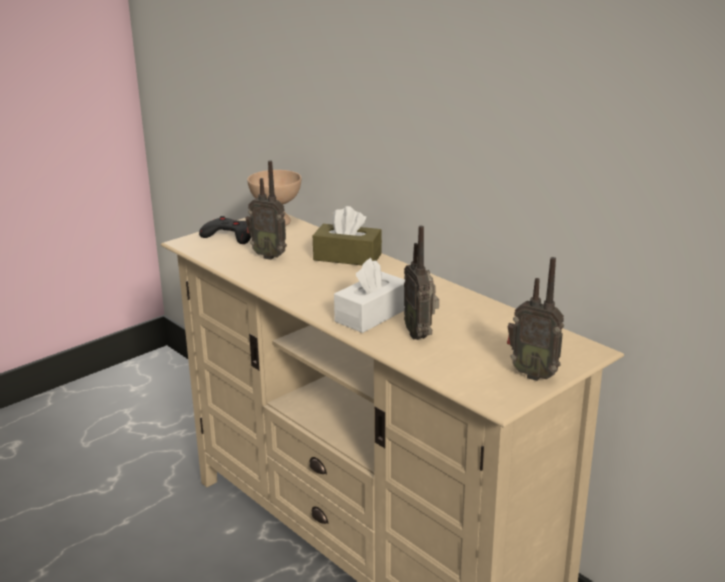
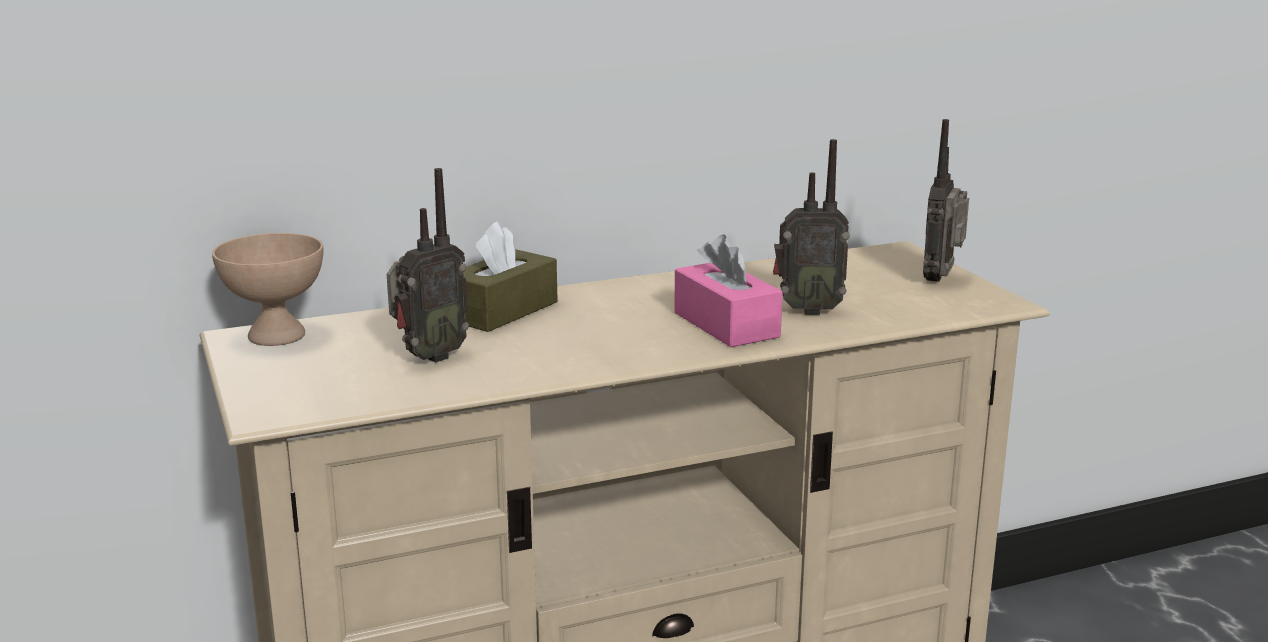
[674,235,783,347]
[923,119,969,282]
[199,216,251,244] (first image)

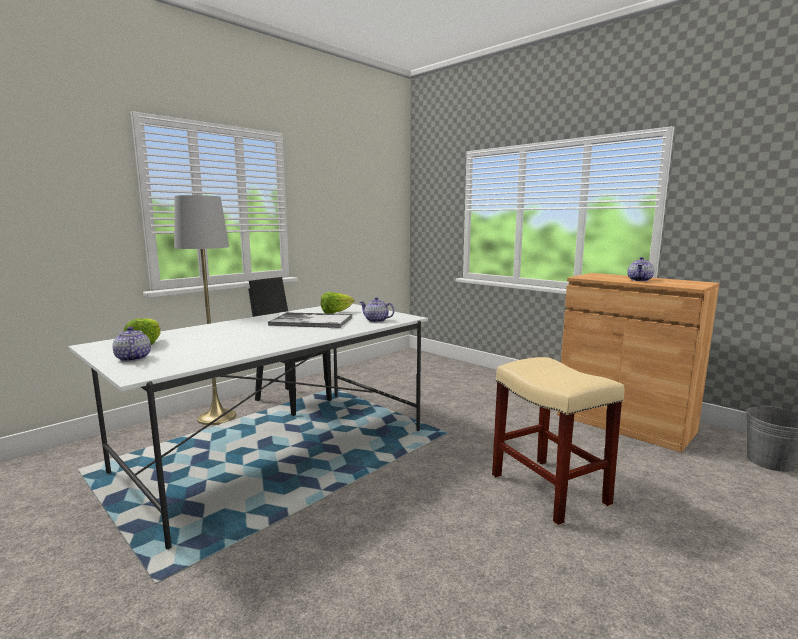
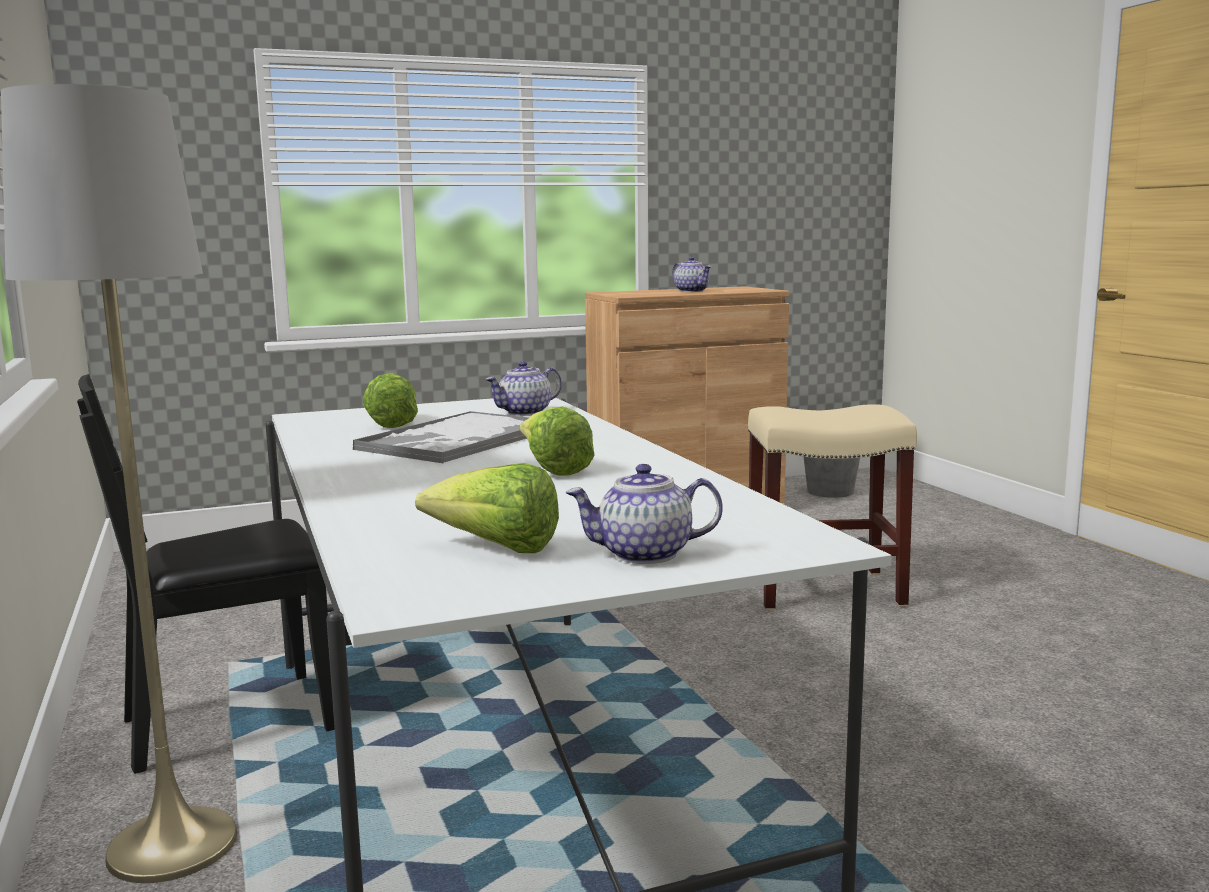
[520,406,595,476]

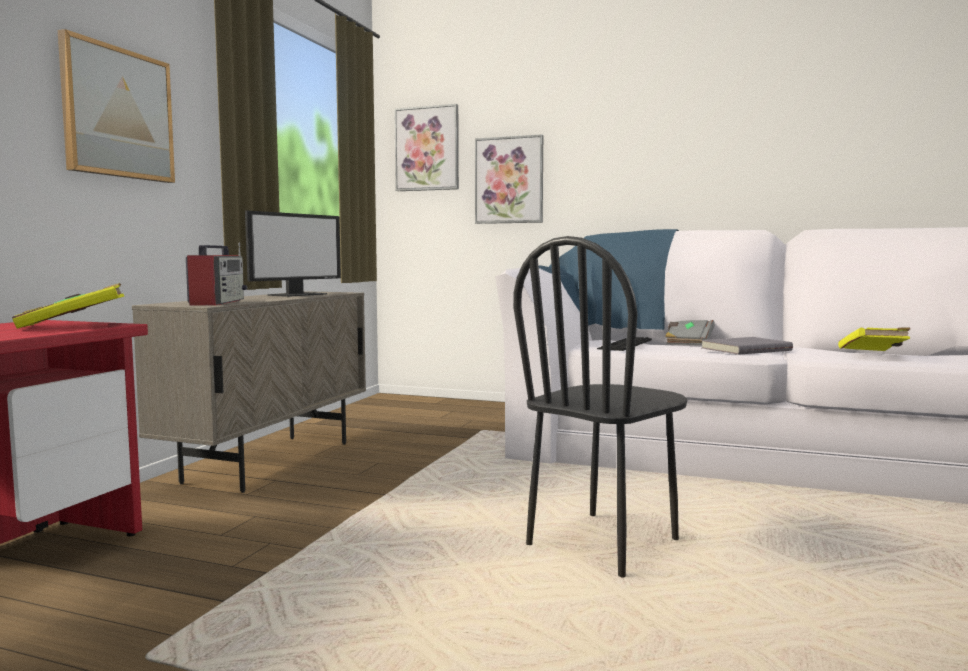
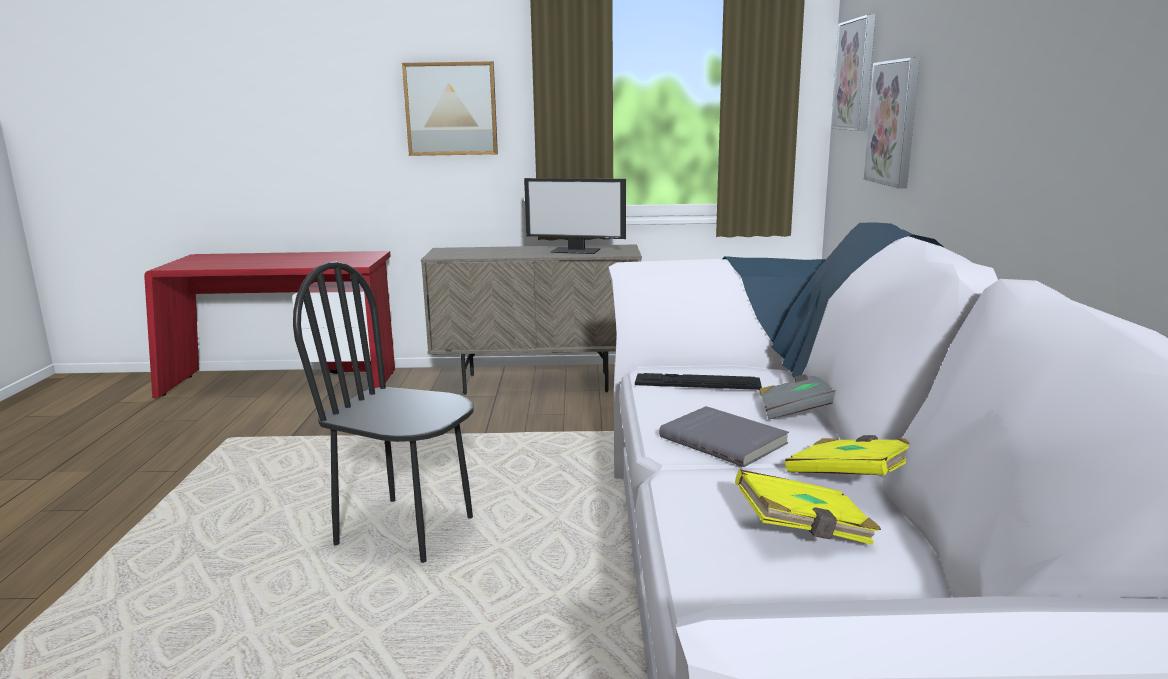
[785,435,909,475]
[186,243,247,306] (first image)

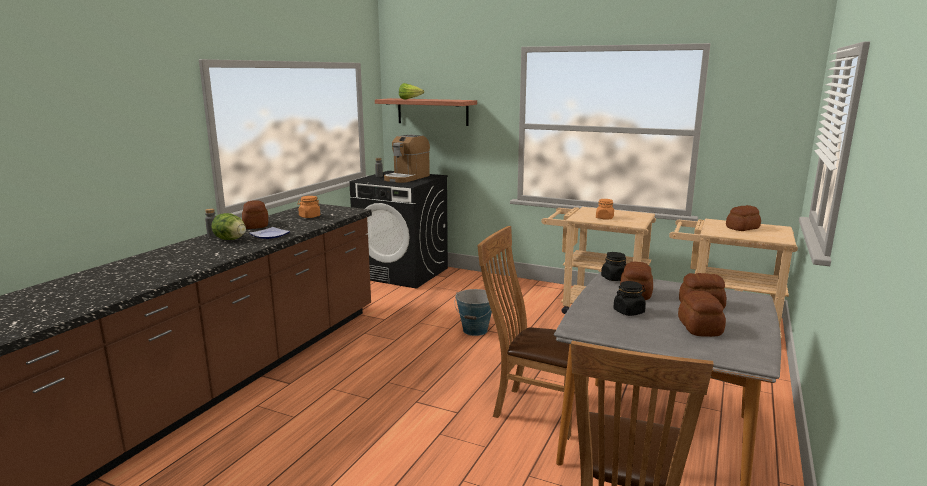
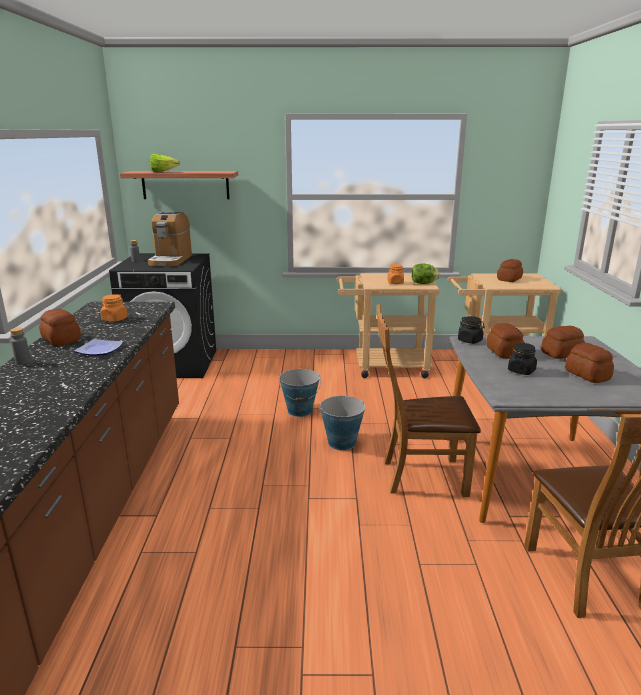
[319,396,365,450]
[412,263,440,284]

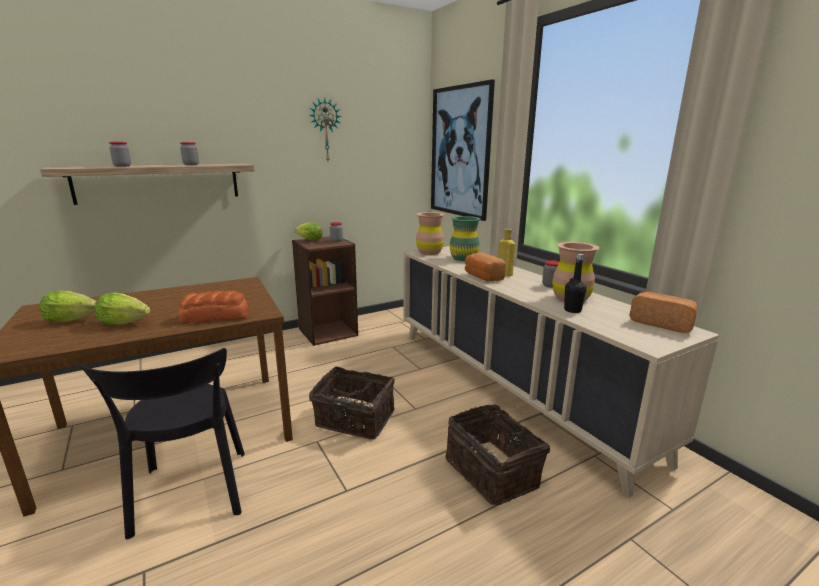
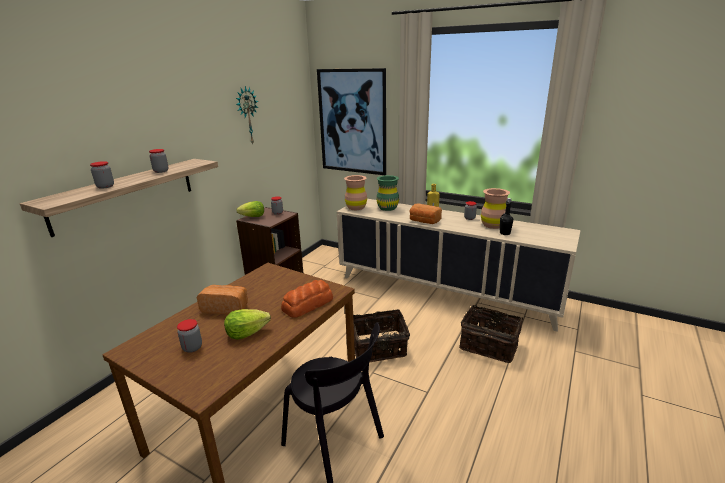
[177,319,202,353]
[196,285,248,315]

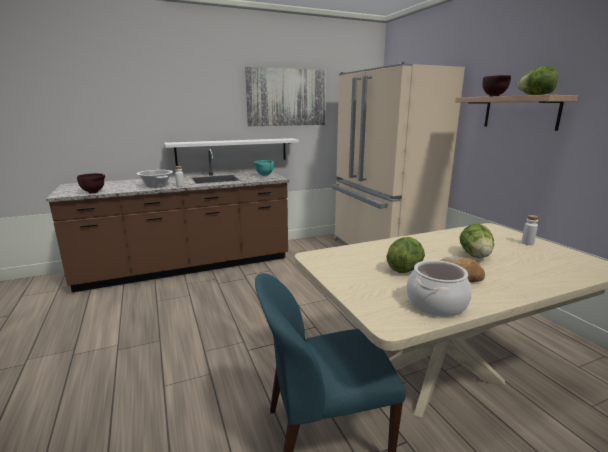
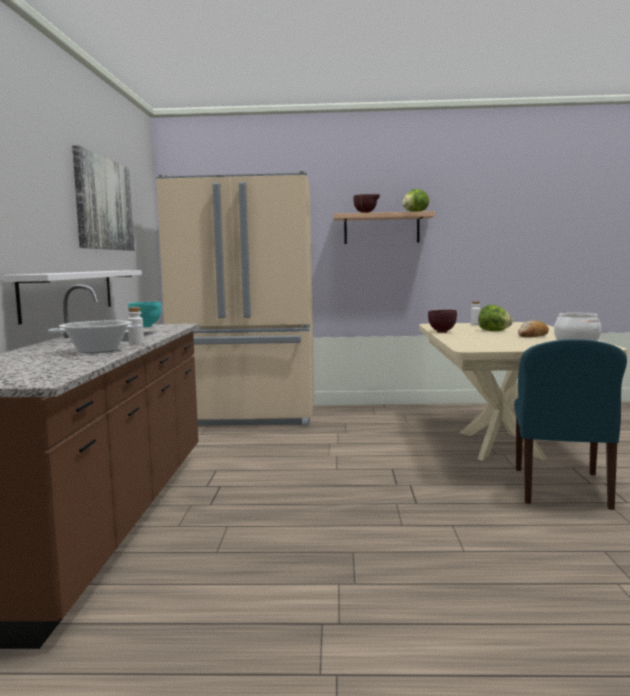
[428,310,457,333]
[386,237,425,273] (first image)

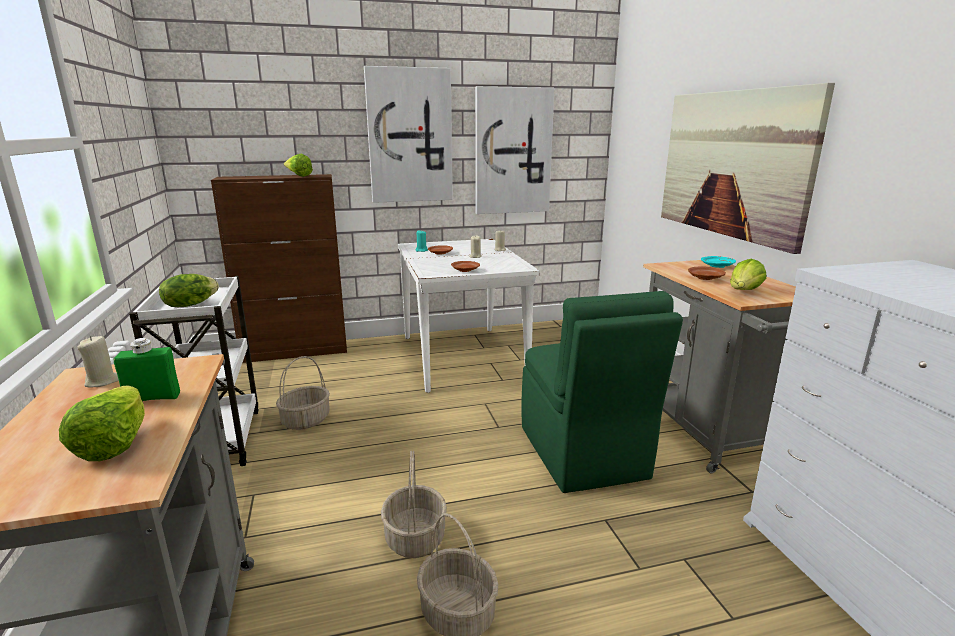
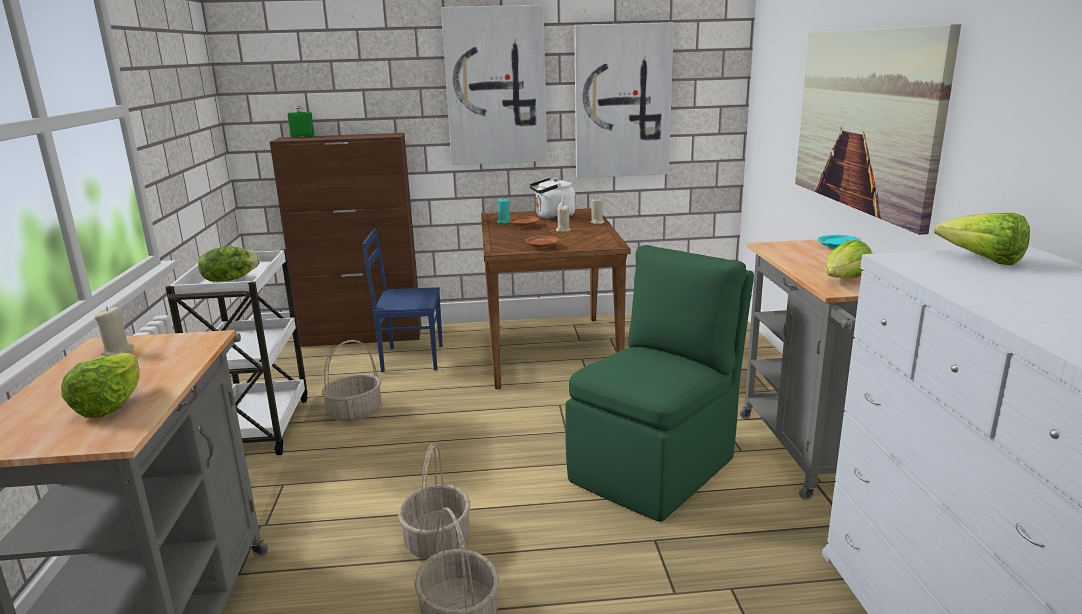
[287,106,314,137]
[362,228,443,372]
[481,208,631,389]
[529,178,576,219]
[565,245,754,522]
[934,213,1030,265]
[688,267,726,280] (first image)

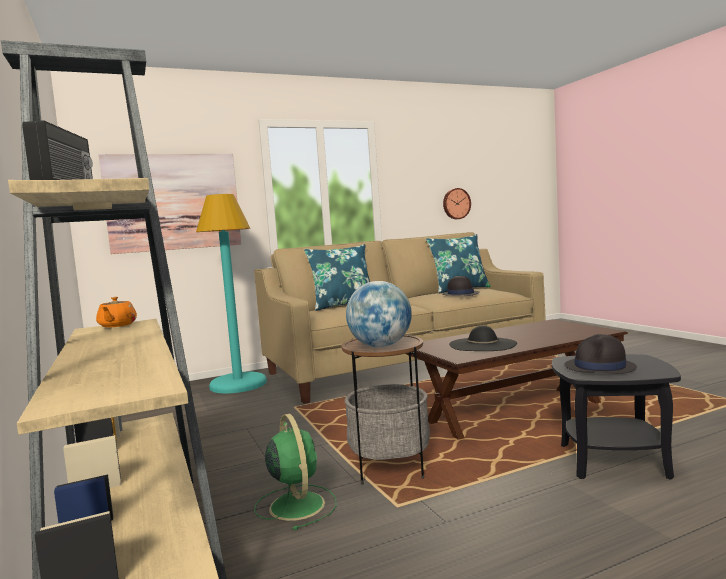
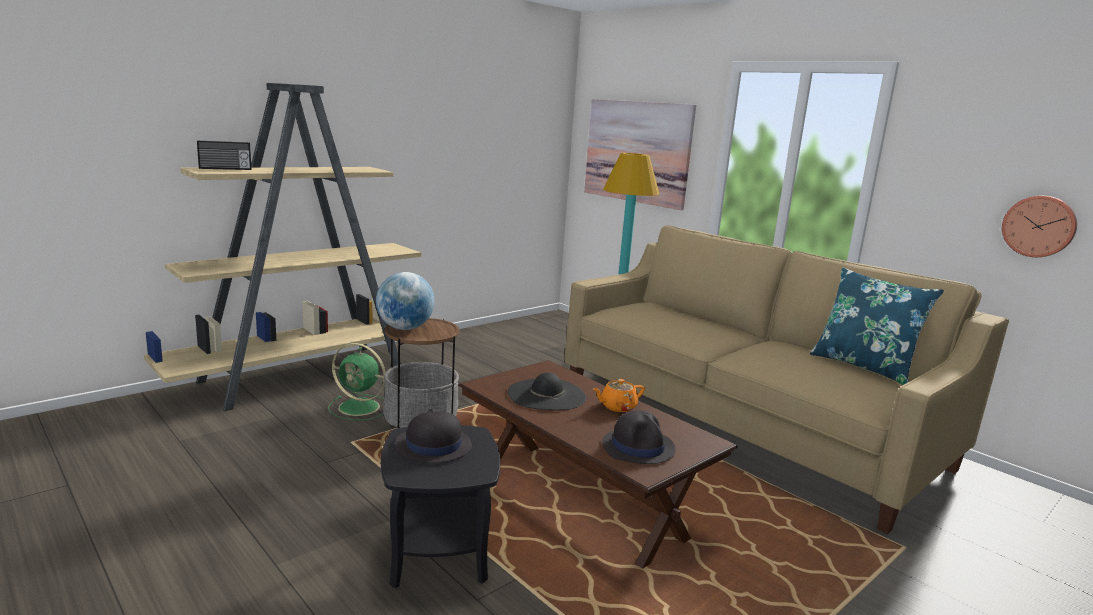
[328,343,386,421]
[593,379,645,412]
[602,410,676,464]
[304,244,370,311] (first image)

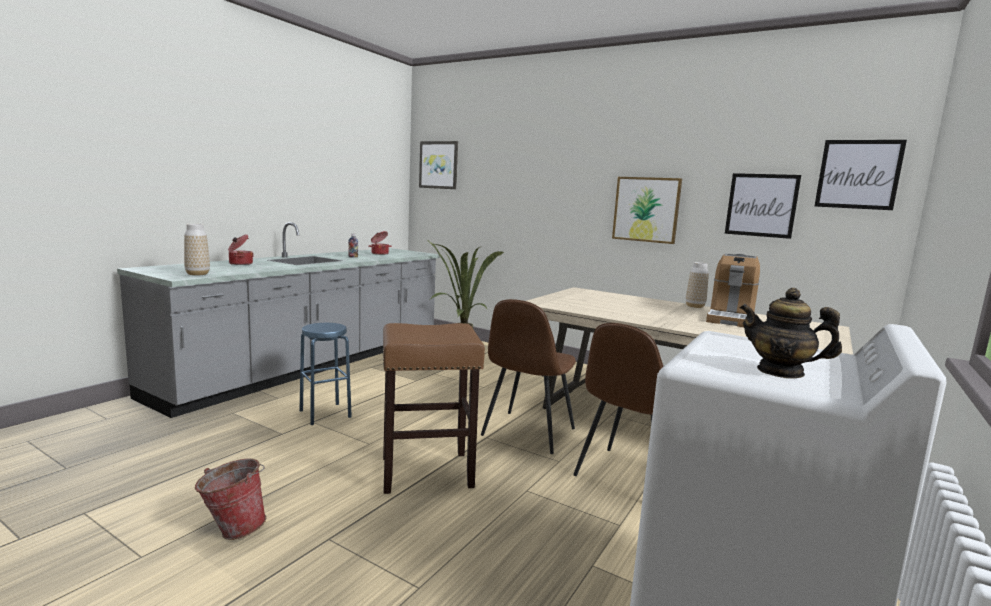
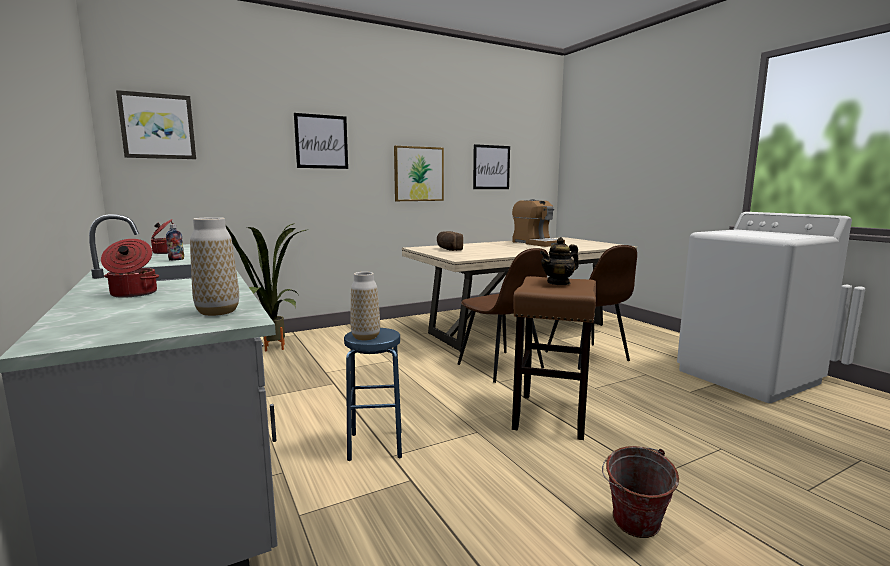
[294,113,348,169]
[350,272,380,341]
[437,231,463,251]
[540,237,579,285]

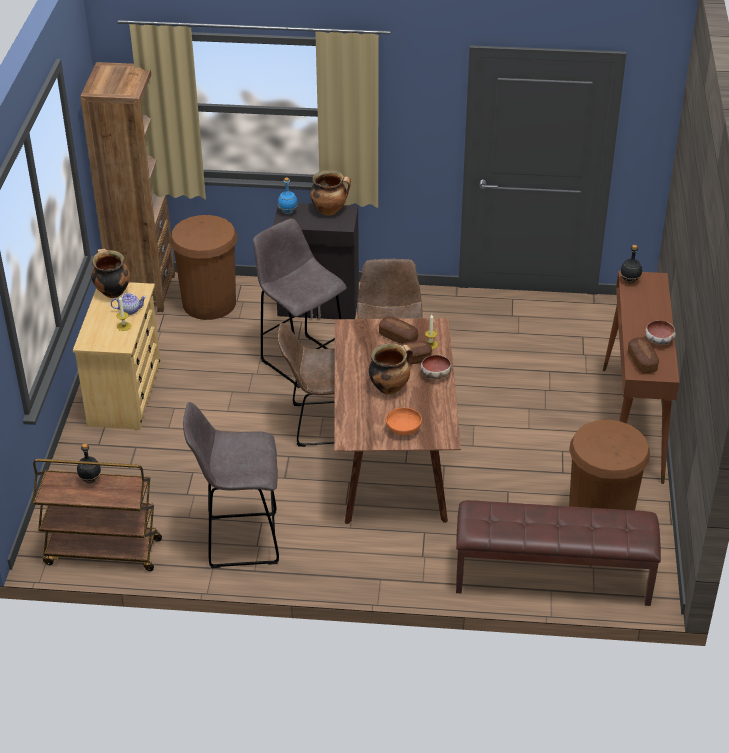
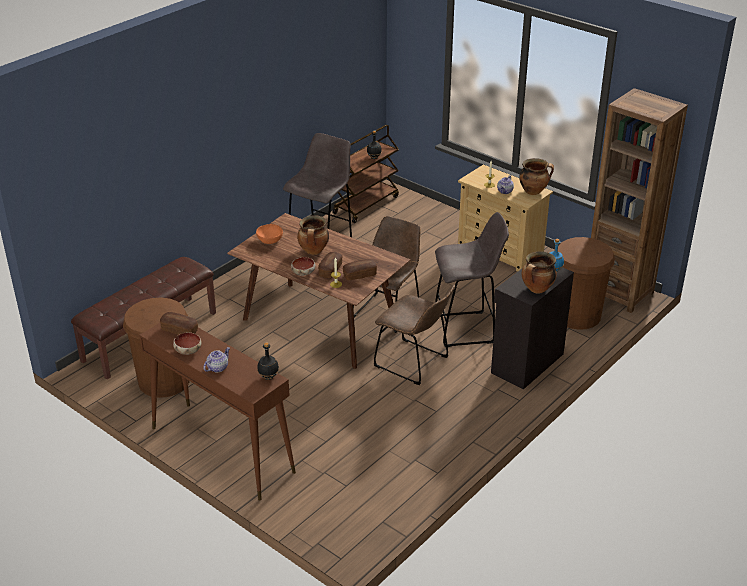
[203,347,230,372]

